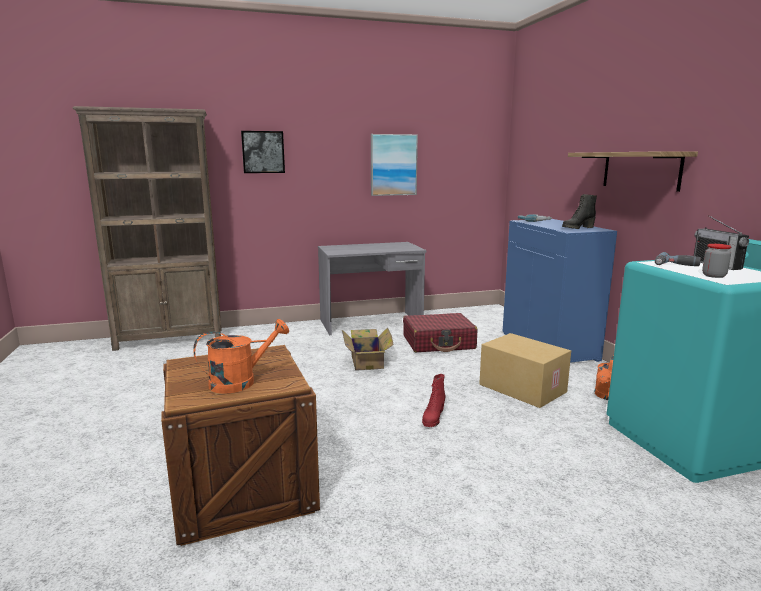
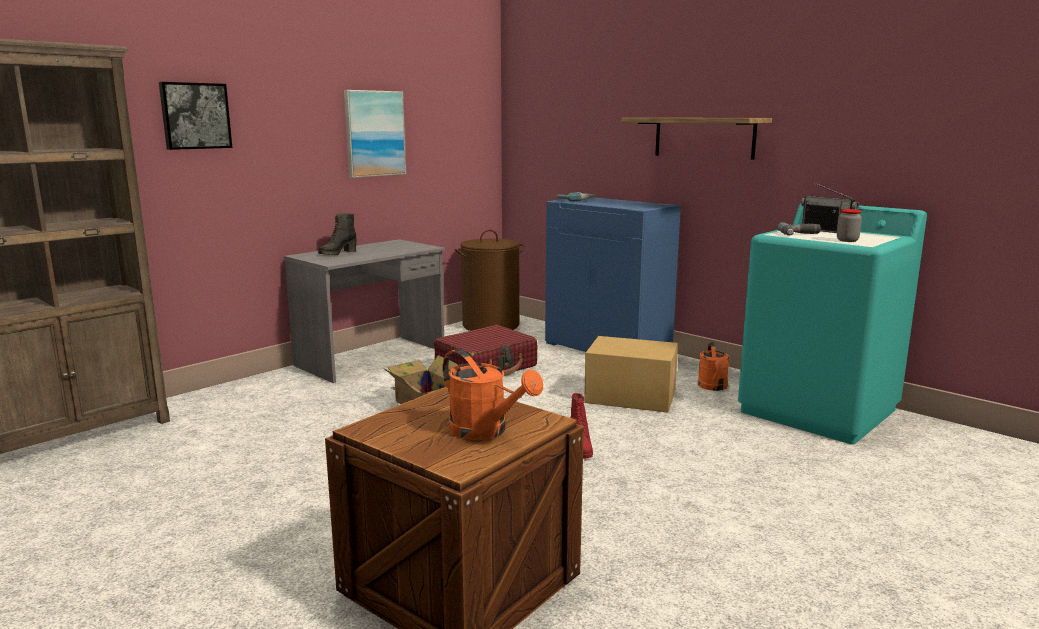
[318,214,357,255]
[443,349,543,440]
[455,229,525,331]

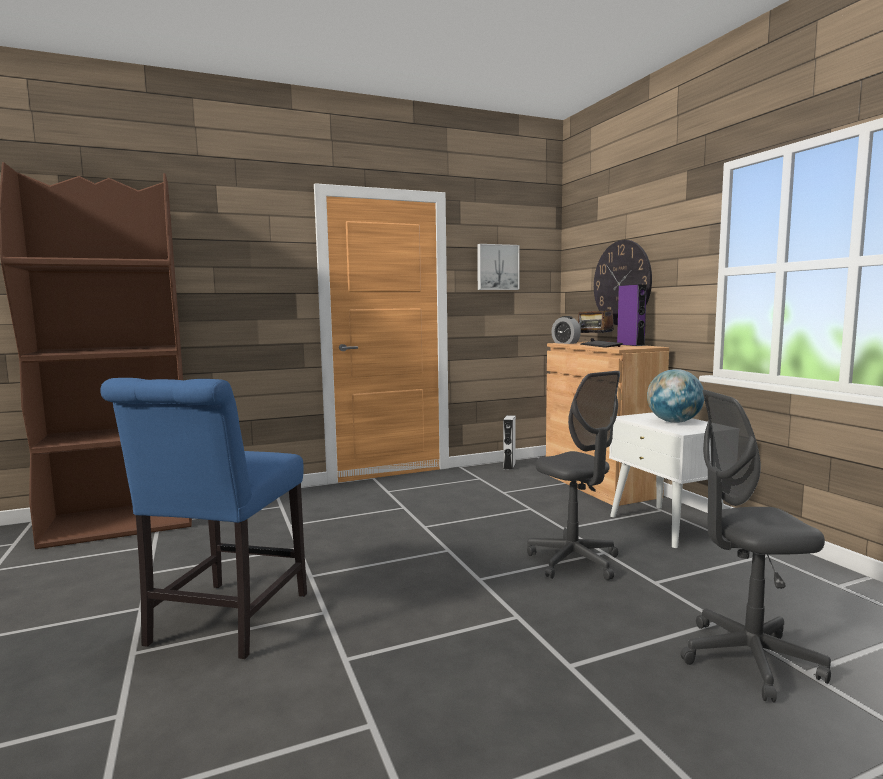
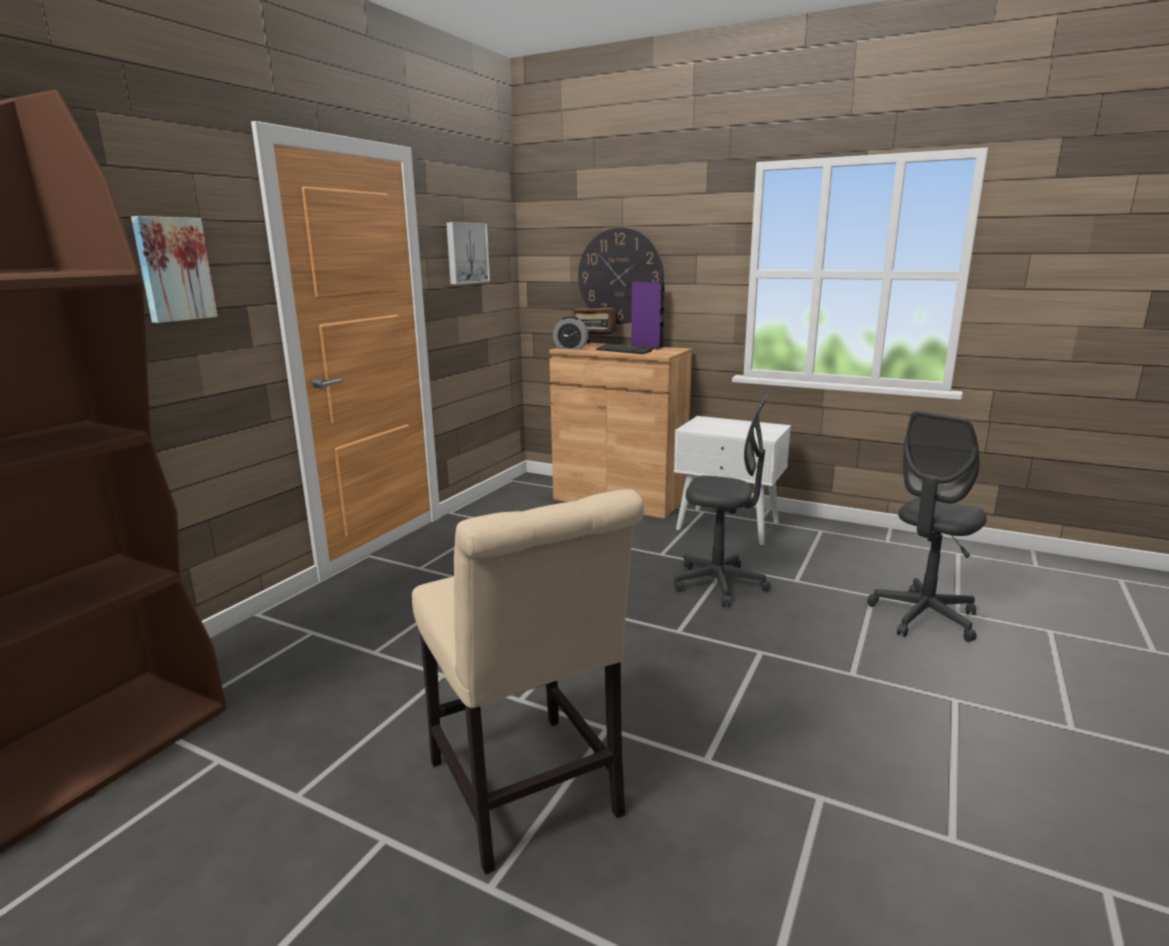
[131,216,218,323]
[412,489,644,874]
[503,415,516,470] (first image)
[647,369,704,423] (first image)

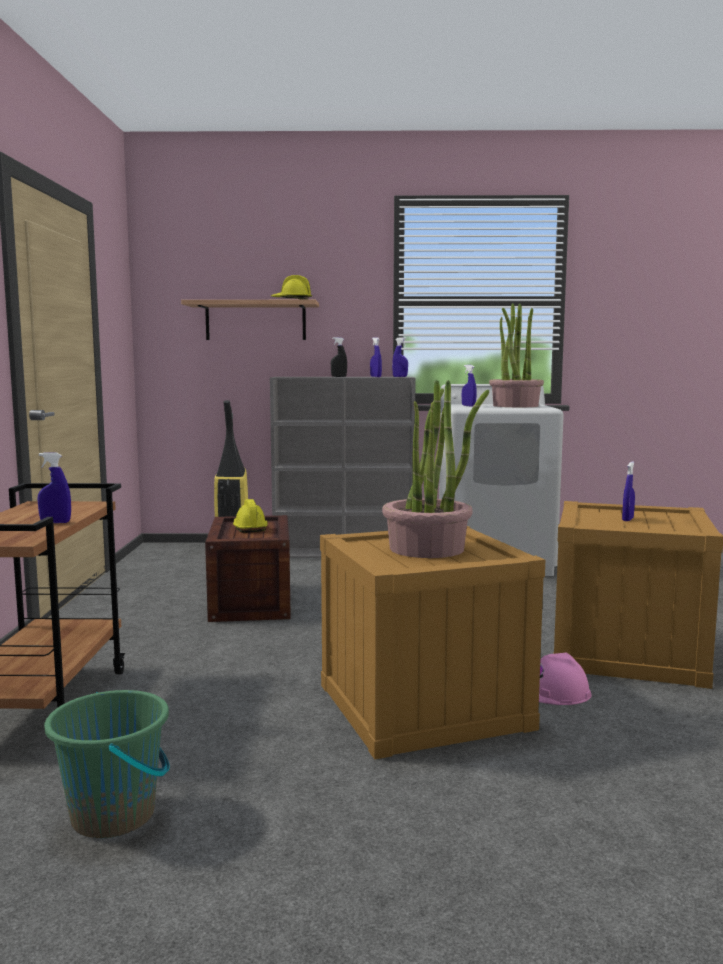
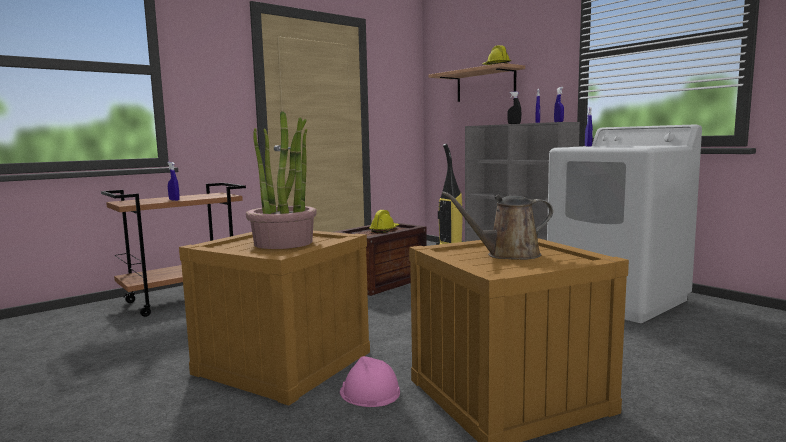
[442,191,553,260]
[44,690,170,838] (first image)
[489,303,544,407] (first image)

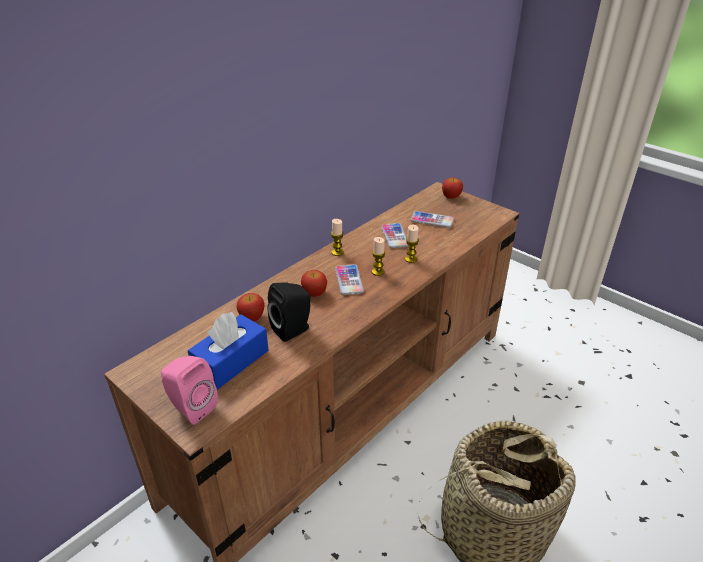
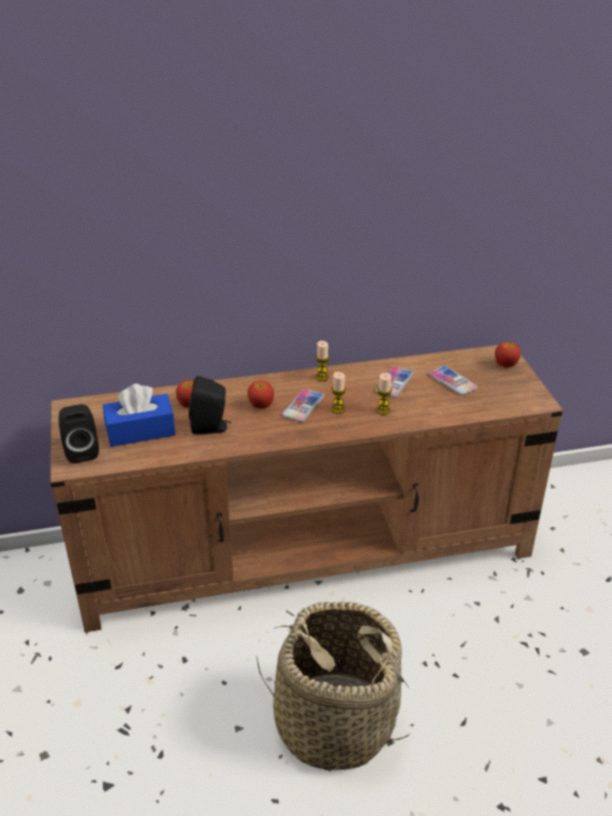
[59,404,99,463]

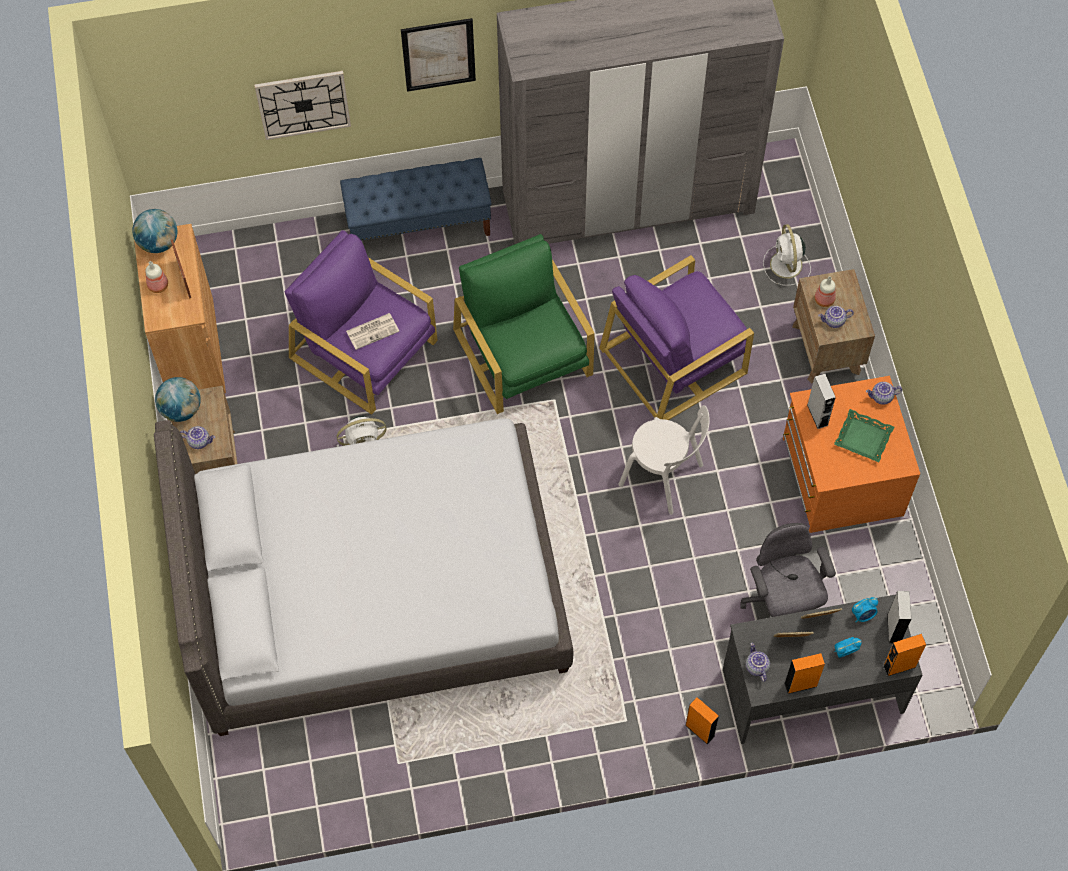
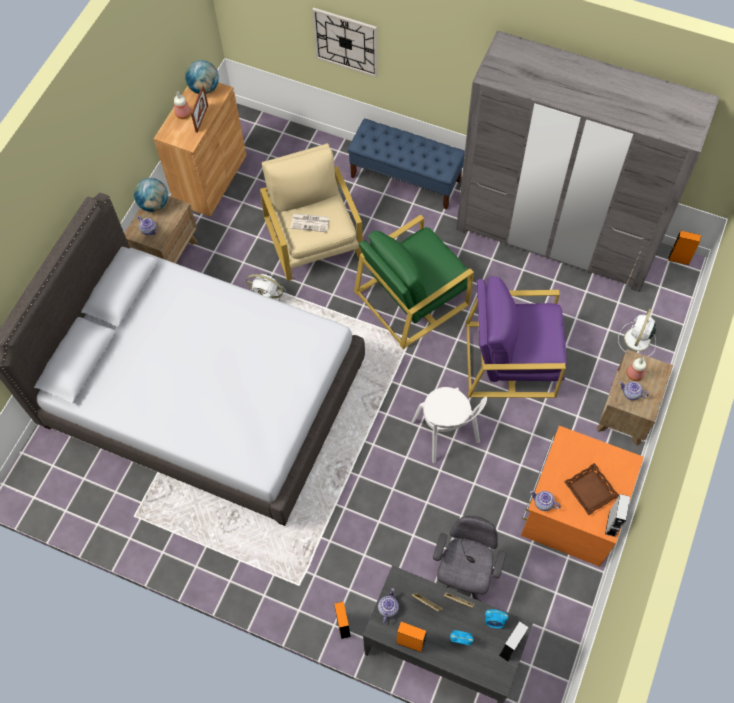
[260,143,363,281]
[354,215,474,349]
[530,491,561,511]
[564,463,619,515]
[605,494,630,537]
[668,231,701,265]
[401,18,476,92] (first image)

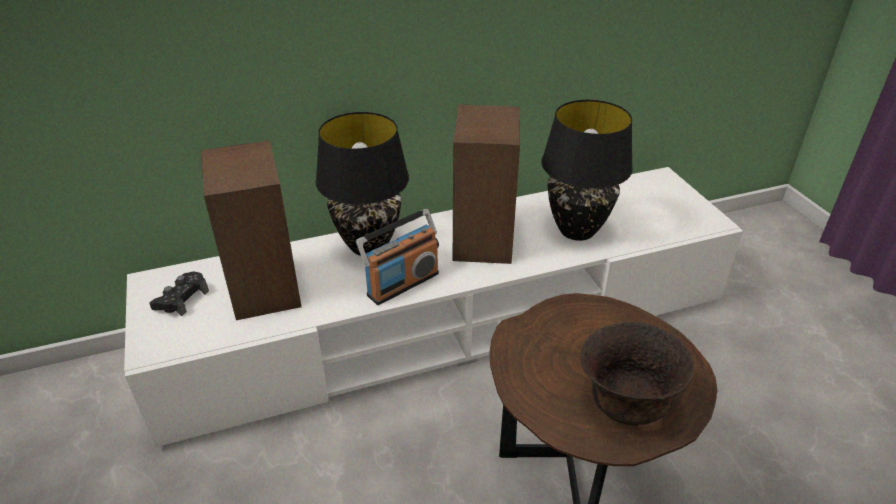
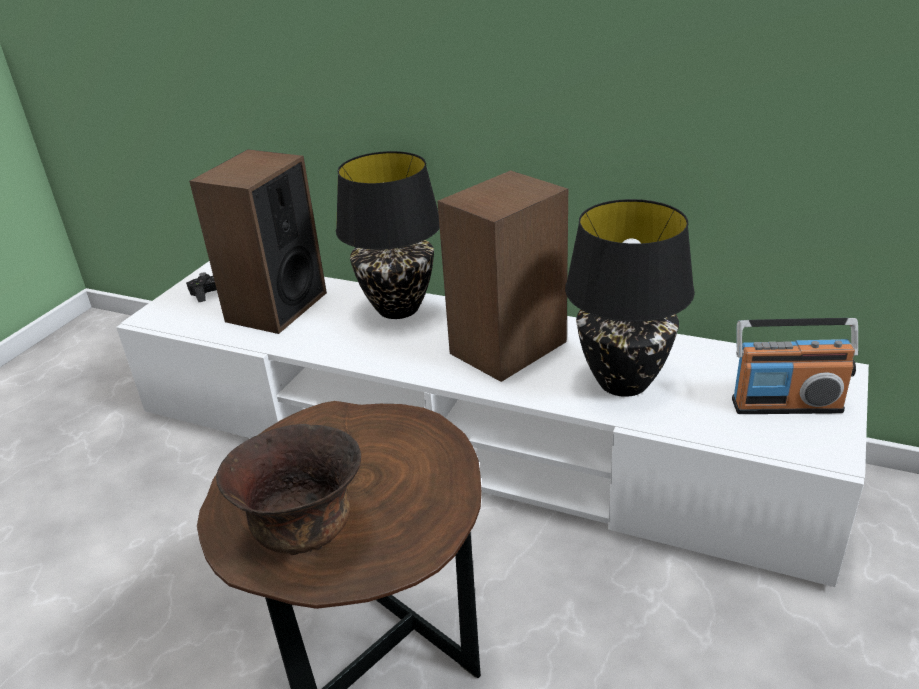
[732,318,858,414]

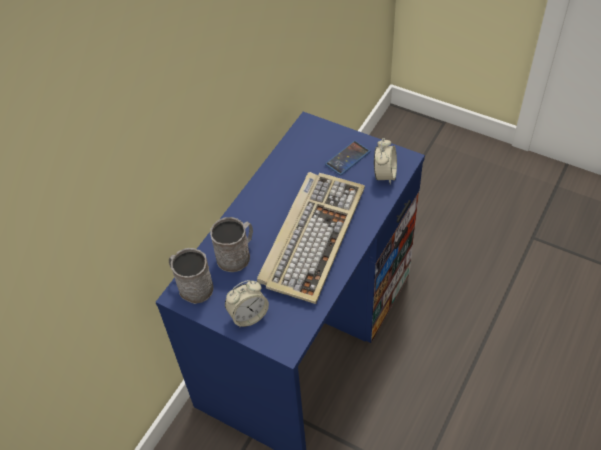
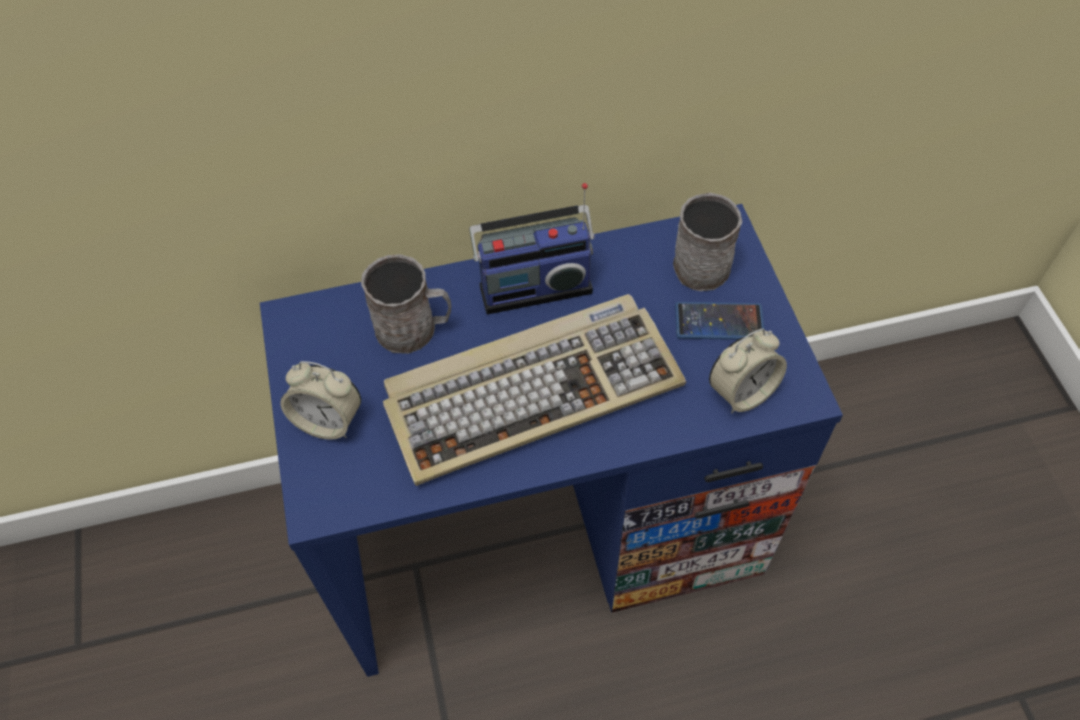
[469,183,595,314]
[673,193,742,291]

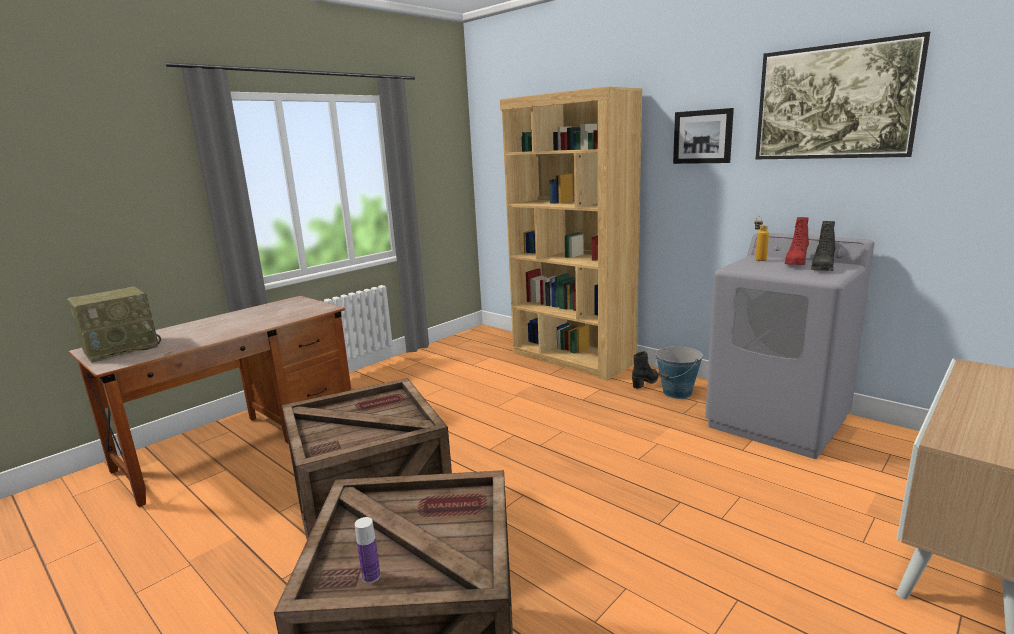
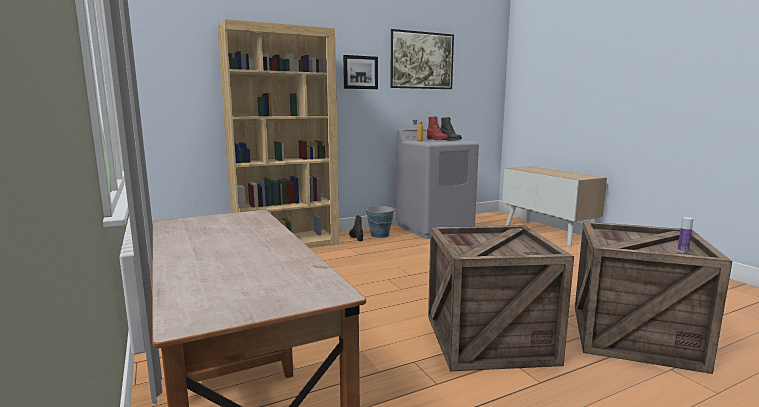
[67,287,161,363] (first image)

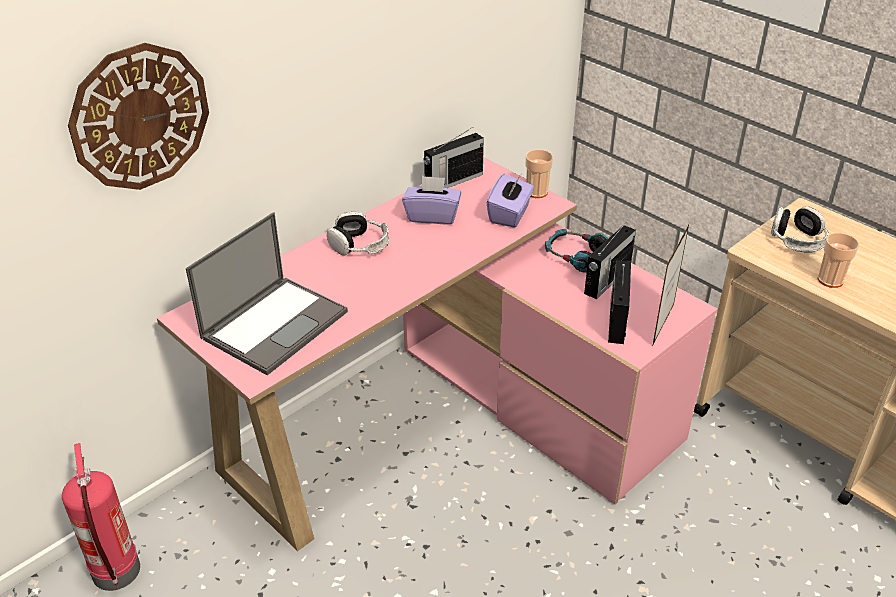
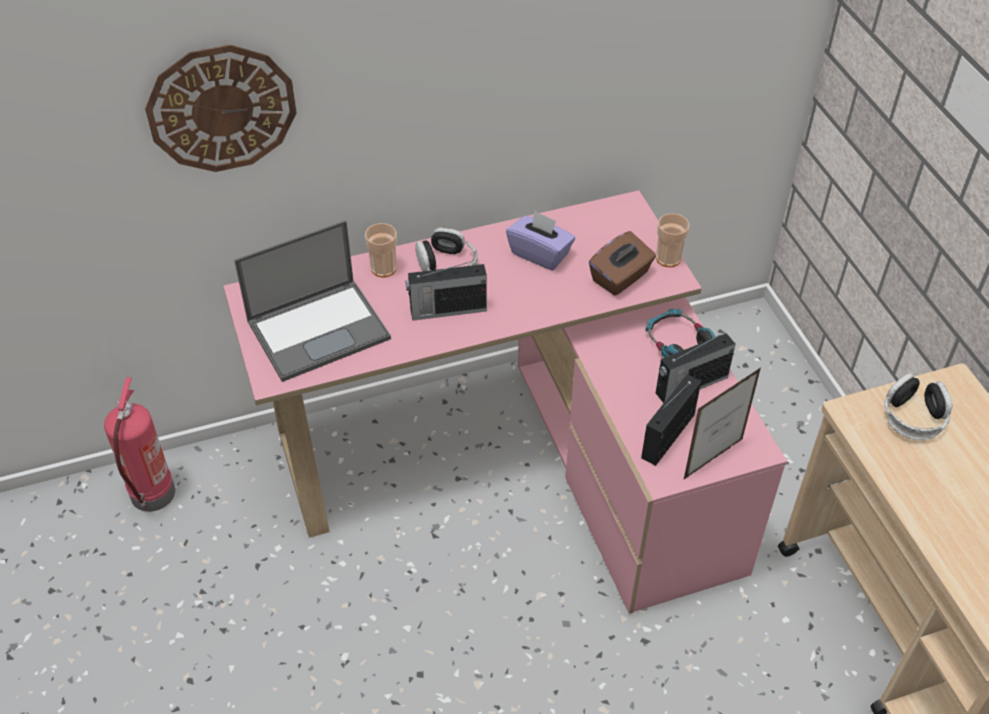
[365,223,397,278]
[405,260,487,321]
[589,231,656,296]

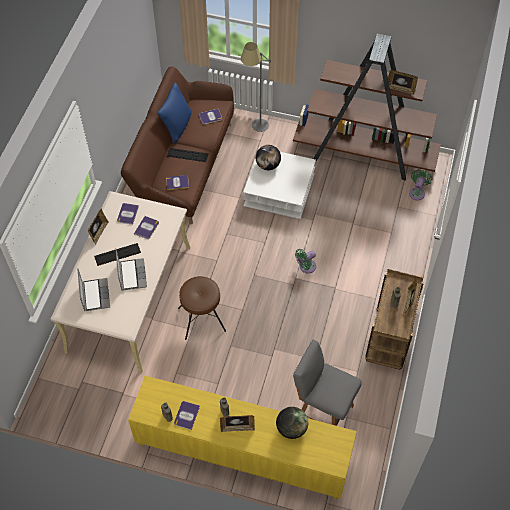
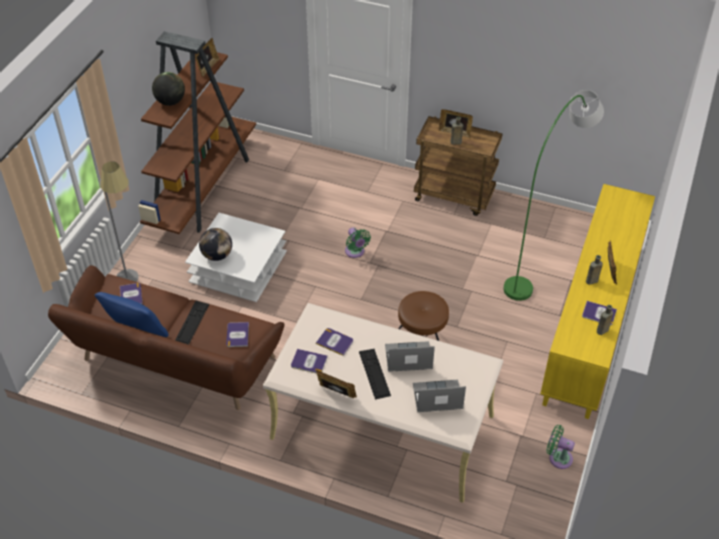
[152,72,185,106]
[503,90,604,301]
[546,425,575,469]

